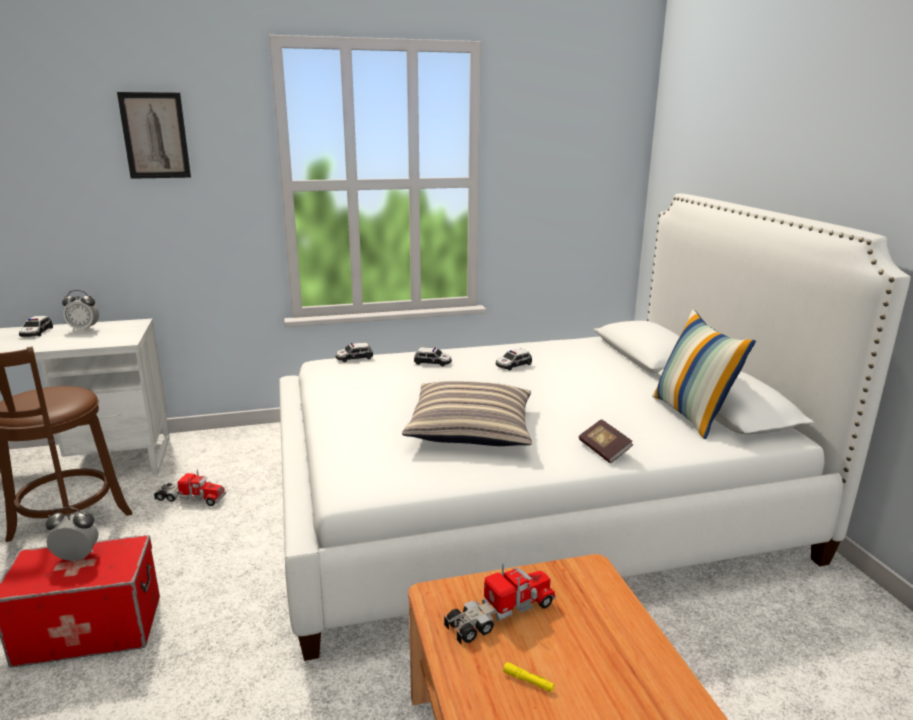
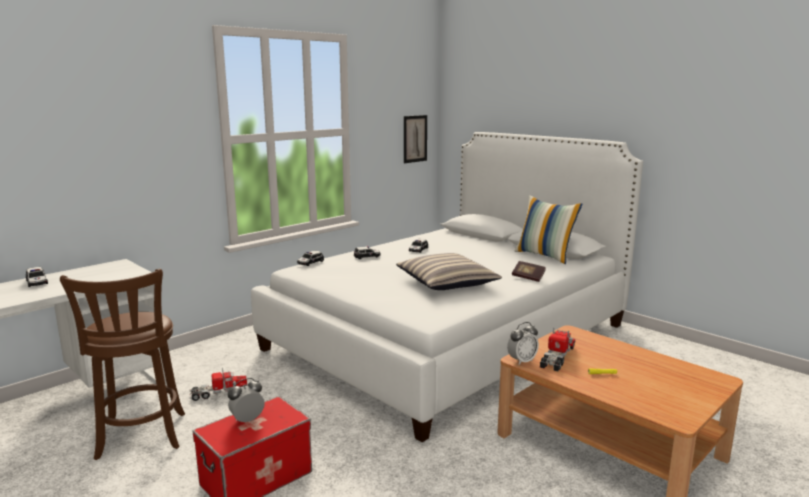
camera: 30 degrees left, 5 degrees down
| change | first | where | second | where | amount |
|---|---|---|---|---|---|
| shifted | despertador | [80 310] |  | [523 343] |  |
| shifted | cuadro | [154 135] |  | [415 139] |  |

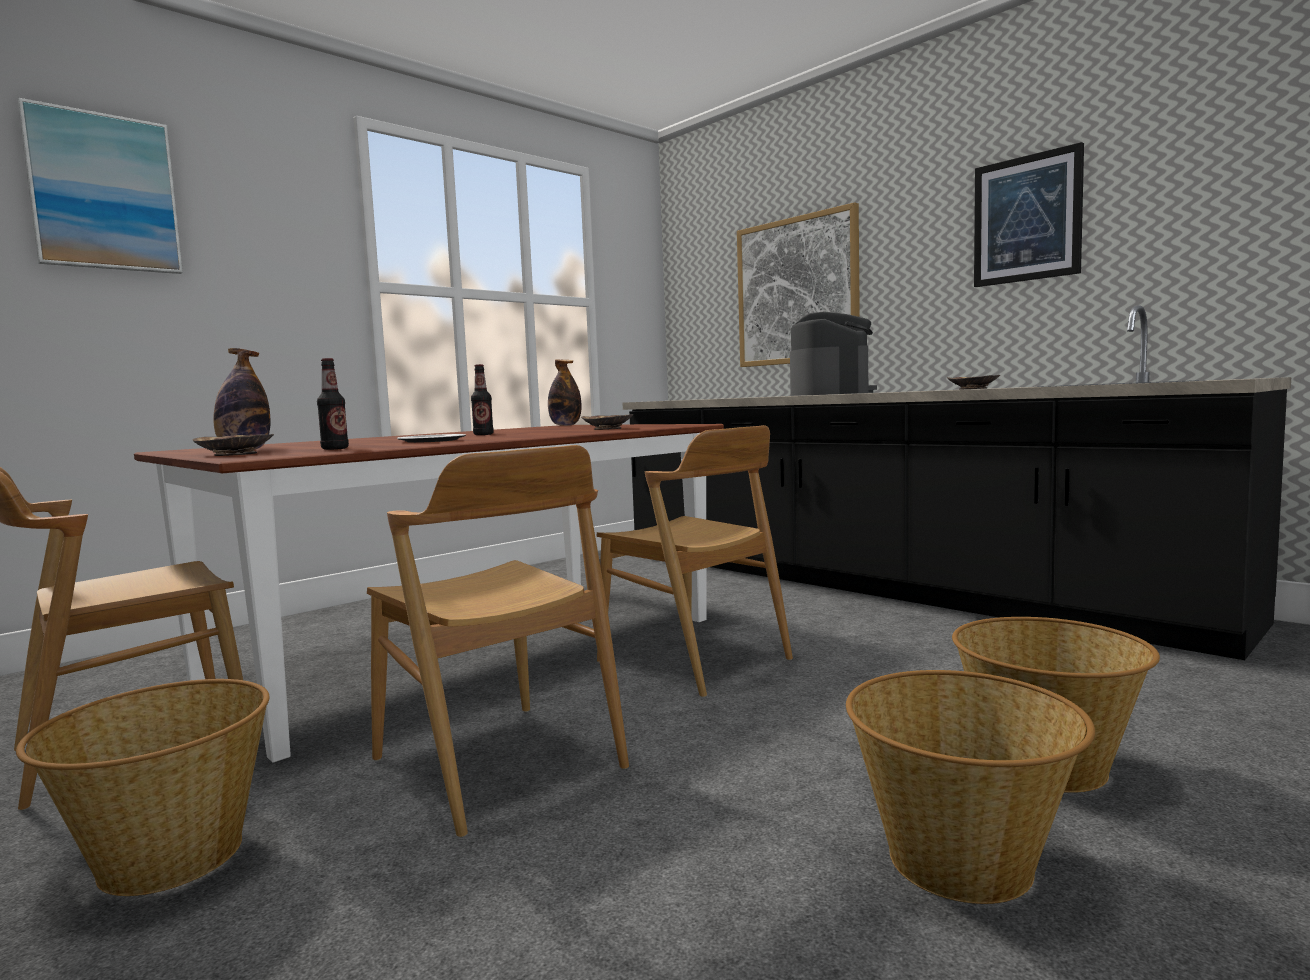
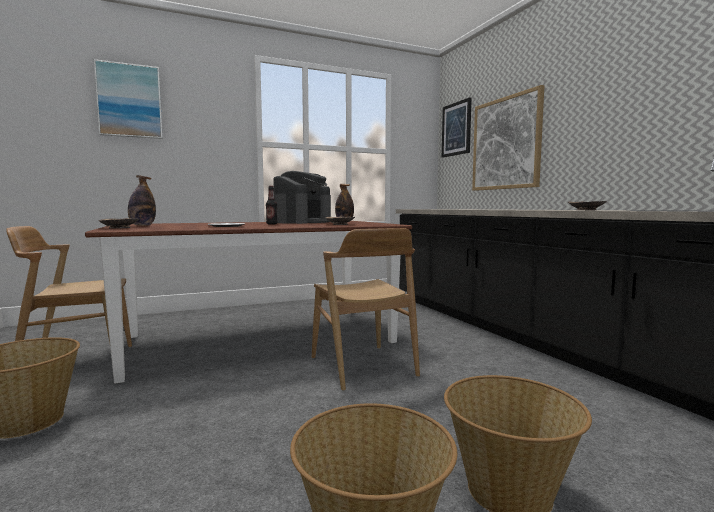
camera: 20 degrees right, 0 degrees up
| change | first | where | second | where | amount |
|---|---|---|---|---|---|
| gone | botella | [333 404] |  |  |  |
| gone | silla [marrón] | [498 641] |  |  |  |
| shifted | cafetera | [833 354] |  | [302 197] |  |
| shifted | cuadro | [1029 214] |  | [457 127] |  |

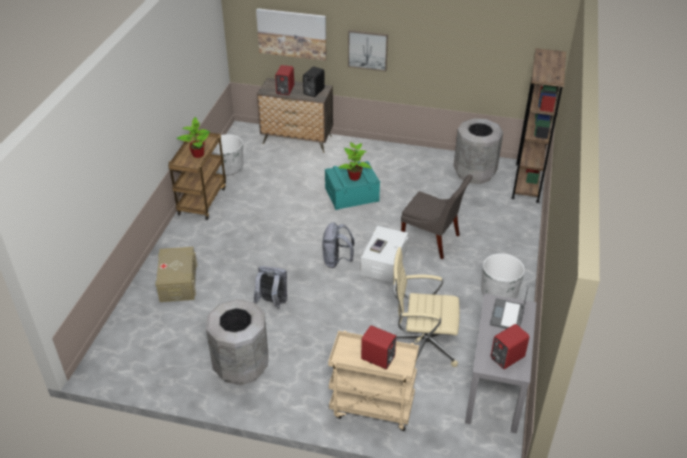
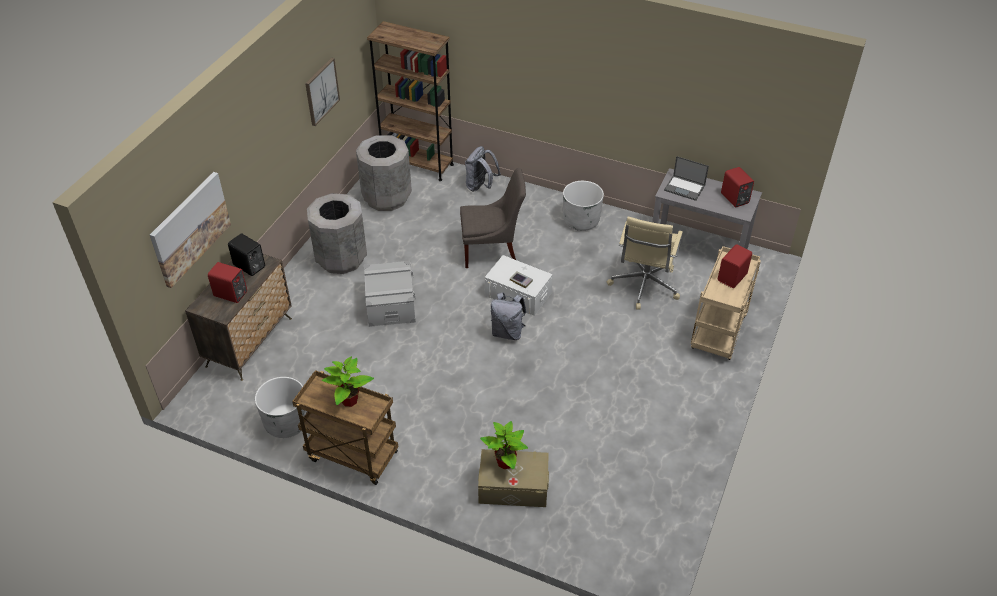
camera: 80 degrees left, 5 degrees up
| change | first | where | second | where | amount |
|---|---|---|---|---|---|
| shifted | papelera [gris] | [237 342] |  | [337 233] |  |
| shifted | mochila [gris] | [270 287] |  | [483 169] |  |
| shifted | planta en maceta | [355 161] |  | [504 445] |  |
| shifted | cuadro | [368 50] |  | [322 92] |  |
| repainted | caja de almacenaje [turquesa] | [352 185] | caja de almacenaje [gris] | [390 293] |  |
| rotated | silla [gris] | [437 216] |  | [493 218] | 45 degrees clockwise |

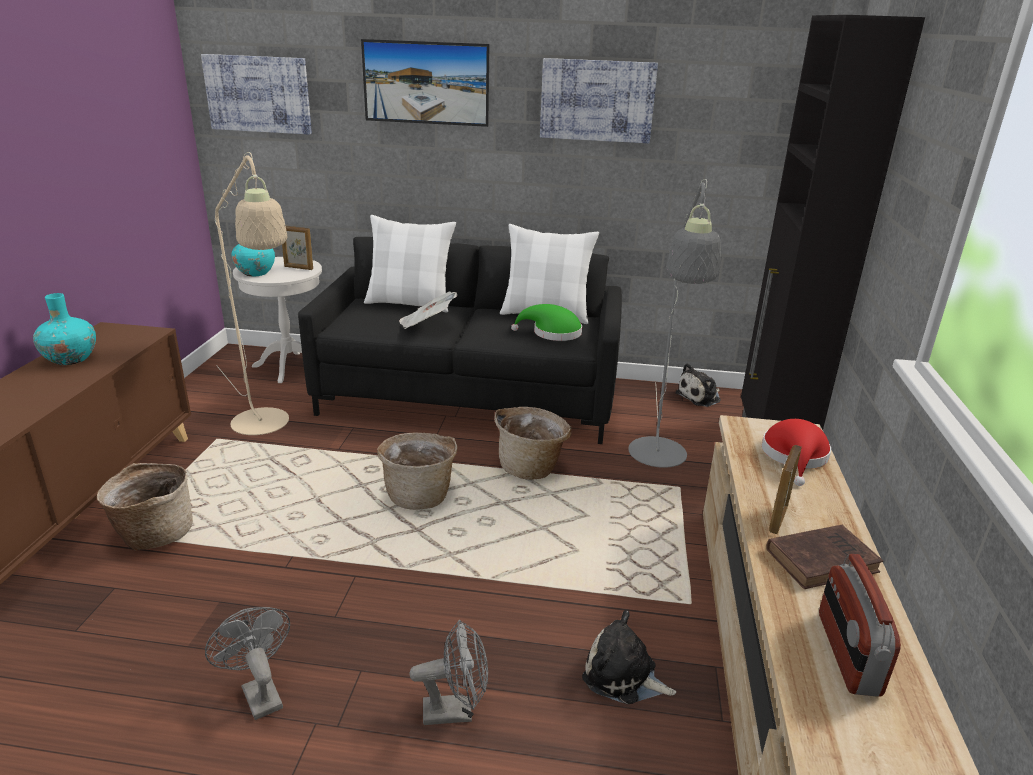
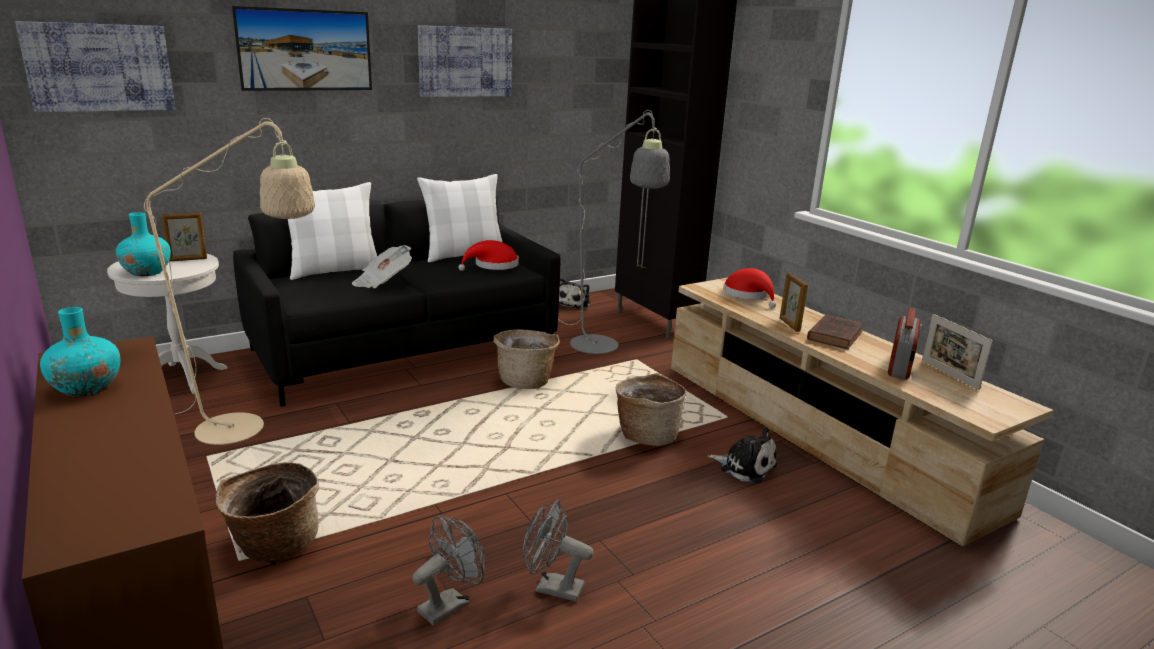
camera: 40 degrees left, 5 degrees down
| change | first | where | second | where | amount |
|---|---|---|---|---|---|
| new |  |  | portarretratos | [957 352] |  |
| shifted | cesta | [417 471] |  | [651 409] |  |
| shifted | ventilador [gris] | [449 672] |  | [448 570] |  |
| repainted | sombrero [verde] | [546 322] | sombrero [rojo] | [488 255] |  |
| rotated | peluche | [629 657] |  | [742 456] | 135 degrees counterclockwise |
| rotated | radio | [860 625] |  | [905 343] | 120 degrees counterclockwise |

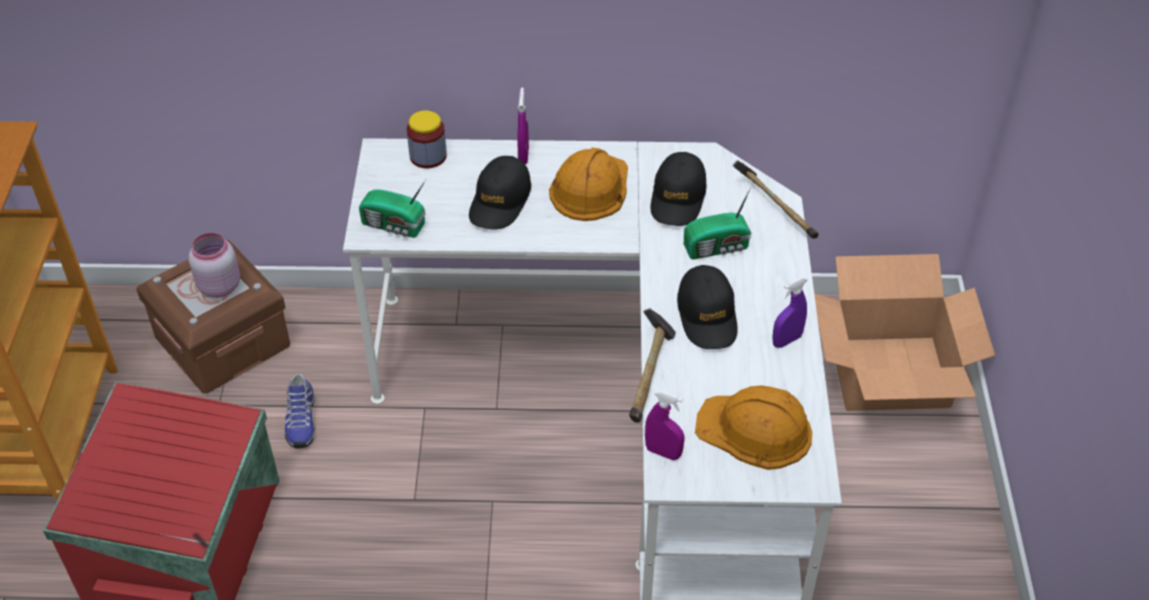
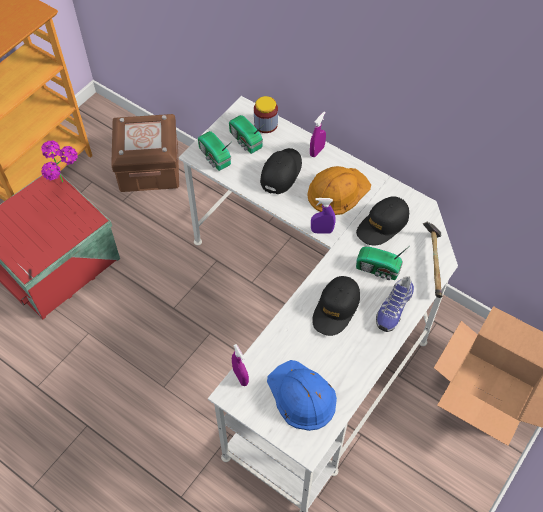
camera: 35 degrees right, 10 degrees up
| change | first | where | second | where | amount |
|---|---|---|---|---|---|
| gone | tarro [rosa] | [214 265] |  |  |  |
| gone | martillo | [652 365] |  |  |  |
| new |  |  | planta en maceta | [59 161] |  |
| new |  |  | radio | [246 134] |  |
| shifted | zapato | [300 410] |  | [395 304] |  |
| shifted | pulverizador [morado] | [789 312] |  | [323 216] |  |
| repainted | casco [naranja] | [753 428] | casco [azul] | [302 395] |  |
| rotated | gorra [negro] | [500 193] |  | [281 171] | 150 degrees clockwise |

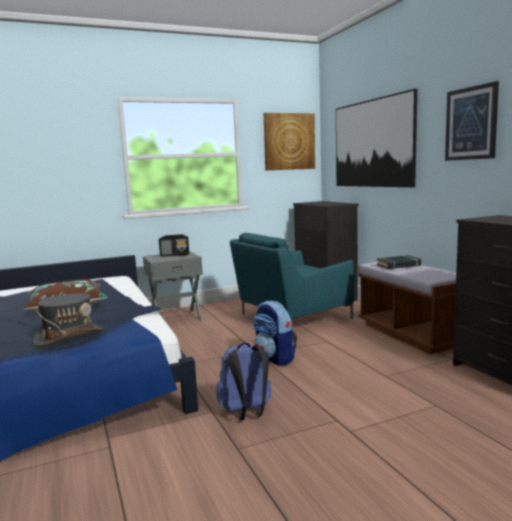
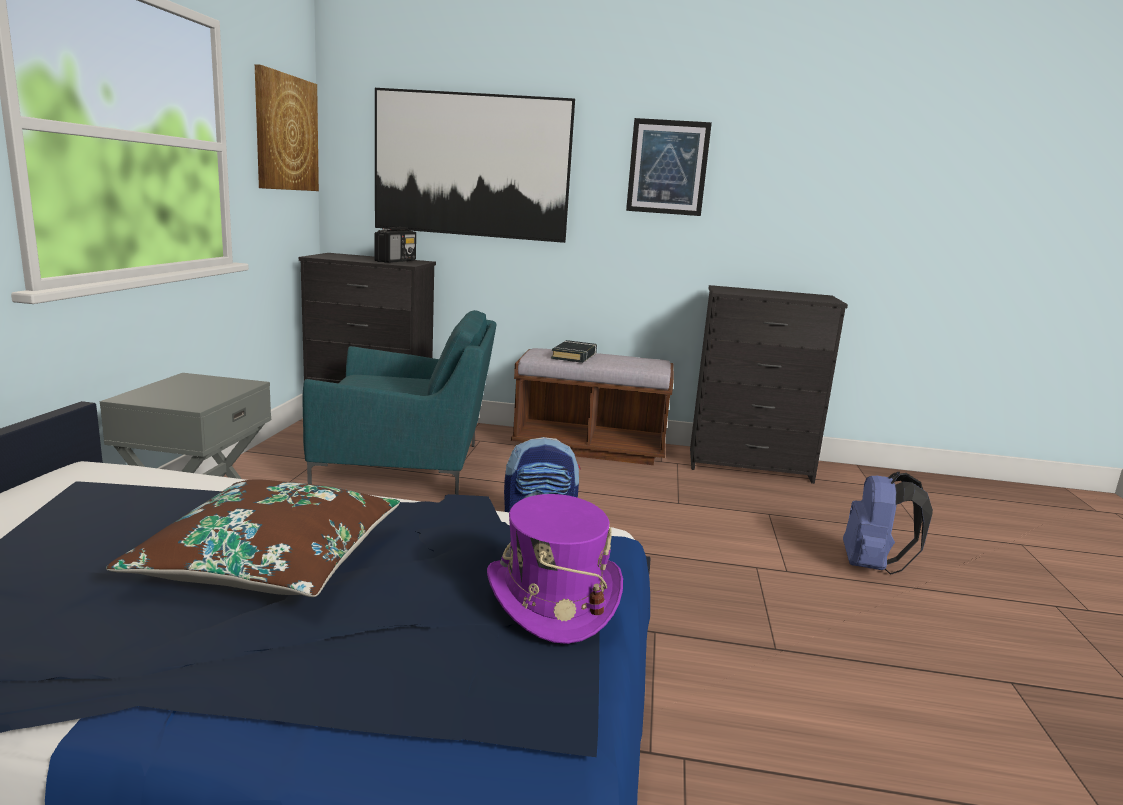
camera: 60 degrees left, 5 degrees up
| change | first | where | second | where | amount |
|---|---|---|---|---|---|
| shifted | radio | [174 245] |  | [395 245] |  |
| shifted | mochila [azul] | [244 381] |  | [888 523] |  |
| repainted | sombrero [gris] | [68 320] | sombrero [morado] | [555 569] |  |
| rotated | sillón [turquesa] | [292 277] |  | [400 402] | 90 degrees counterclockwise |

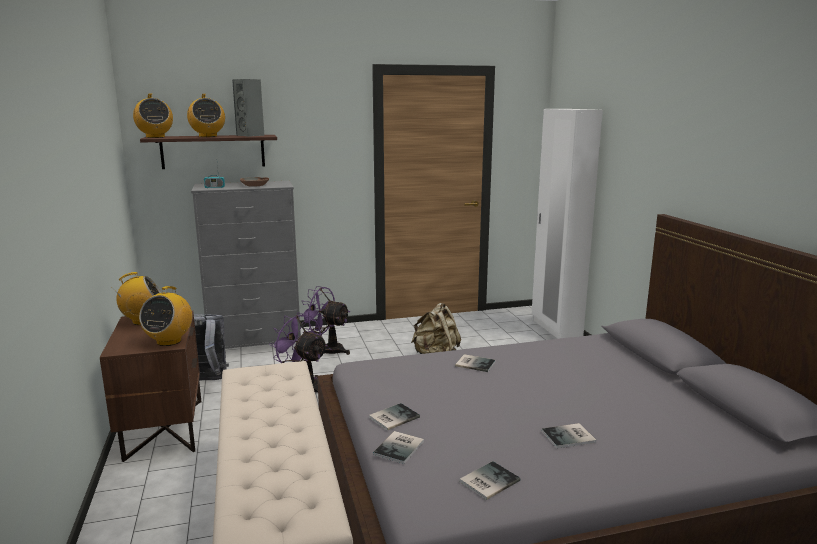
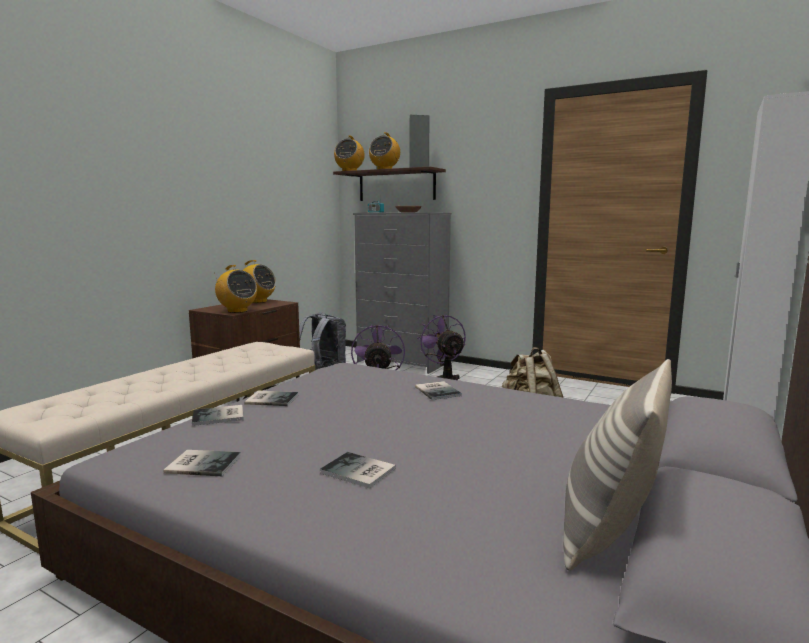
camera: 45 degrees right, 5 degrees down
| change | first | where | second | where | amount |
|---|---|---|---|---|---|
| new |  |  | cojín | [617 465] |  |
| rotated | radio | [165 316] |  | [235 289] | 105 degrees counterclockwise |

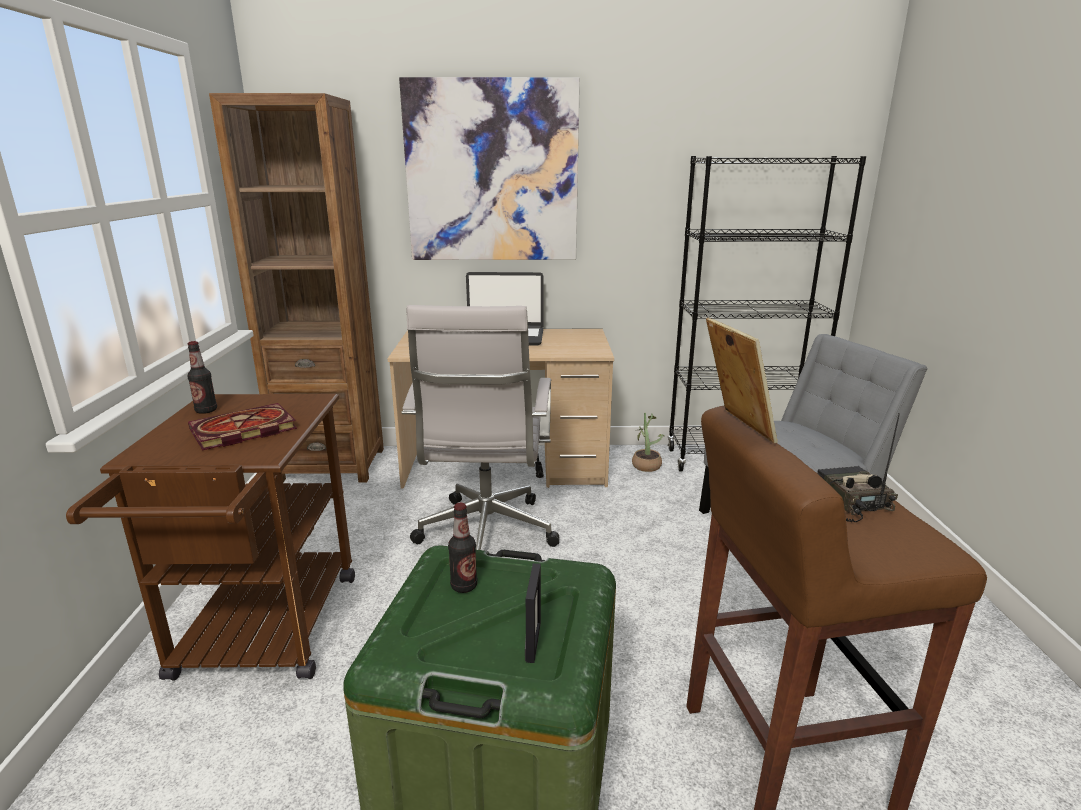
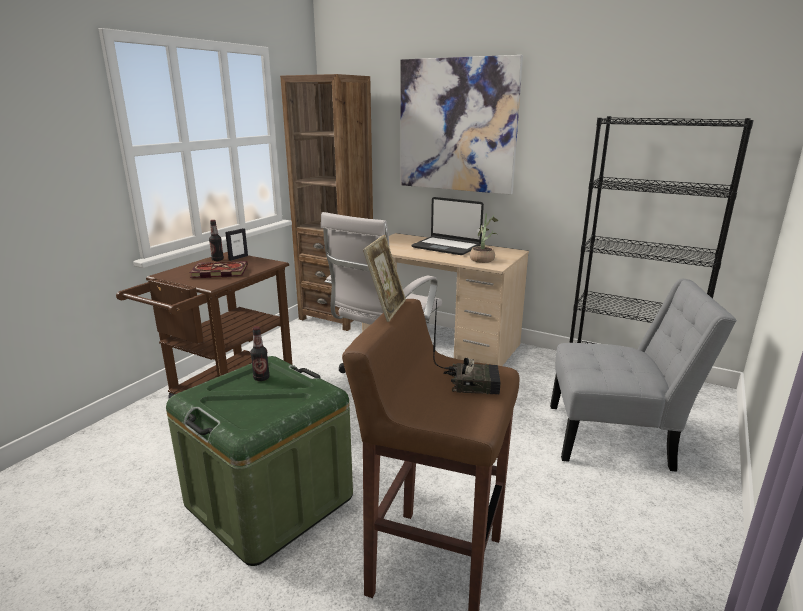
camera: 30 degrees right, 0 degrees up
| change | first | where | second | where | amount |
|---|---|---|---|---|---|
| shifted | portarretratos | [533 613] |  | [236 244] |  |
| shifted | planta en maceta | [648 442] |  | [484 238] |  |
| rotated | radio | [858 467] |  | [467 346] | 75 degrees clockwise |

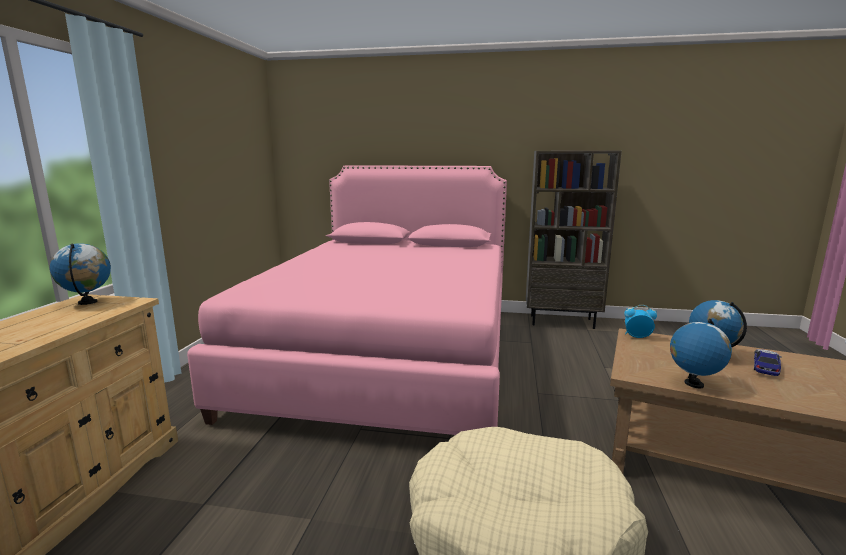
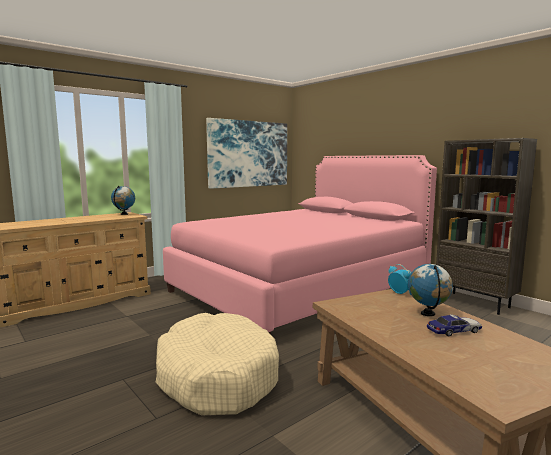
camera: 40 degrees right, 5 degrees down
| change | first | where | second | where | amount |
|---|---|---|---|---|---|
| gone | globo terráqueo | [701 353] |  |  |  |
| new |  |  | cuadro | [246 153] |  |

